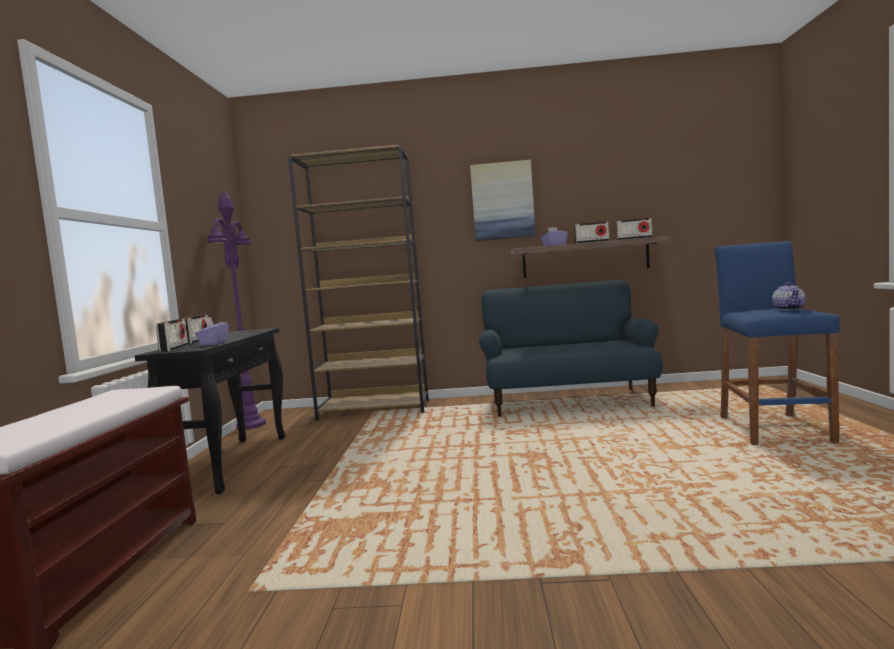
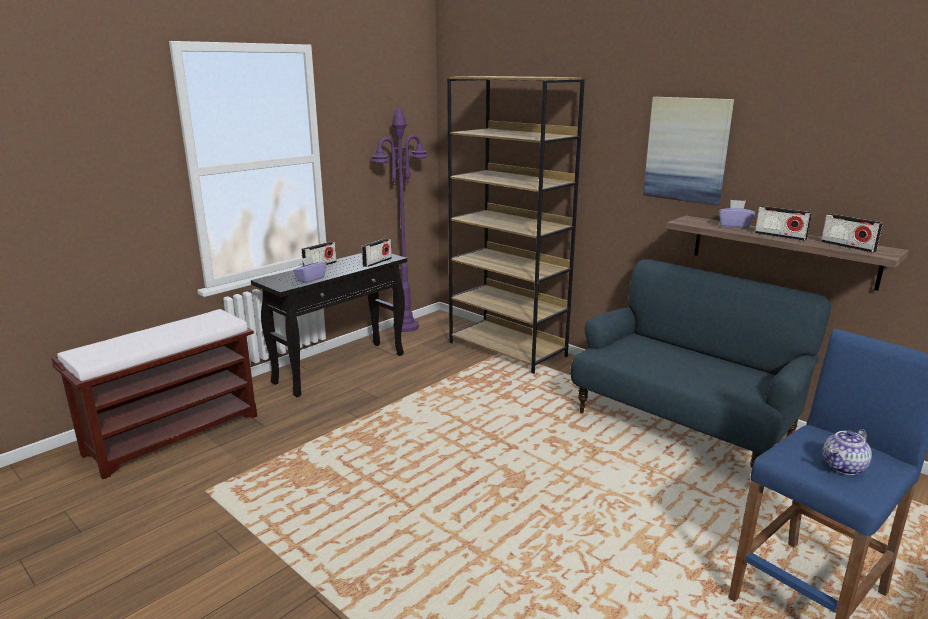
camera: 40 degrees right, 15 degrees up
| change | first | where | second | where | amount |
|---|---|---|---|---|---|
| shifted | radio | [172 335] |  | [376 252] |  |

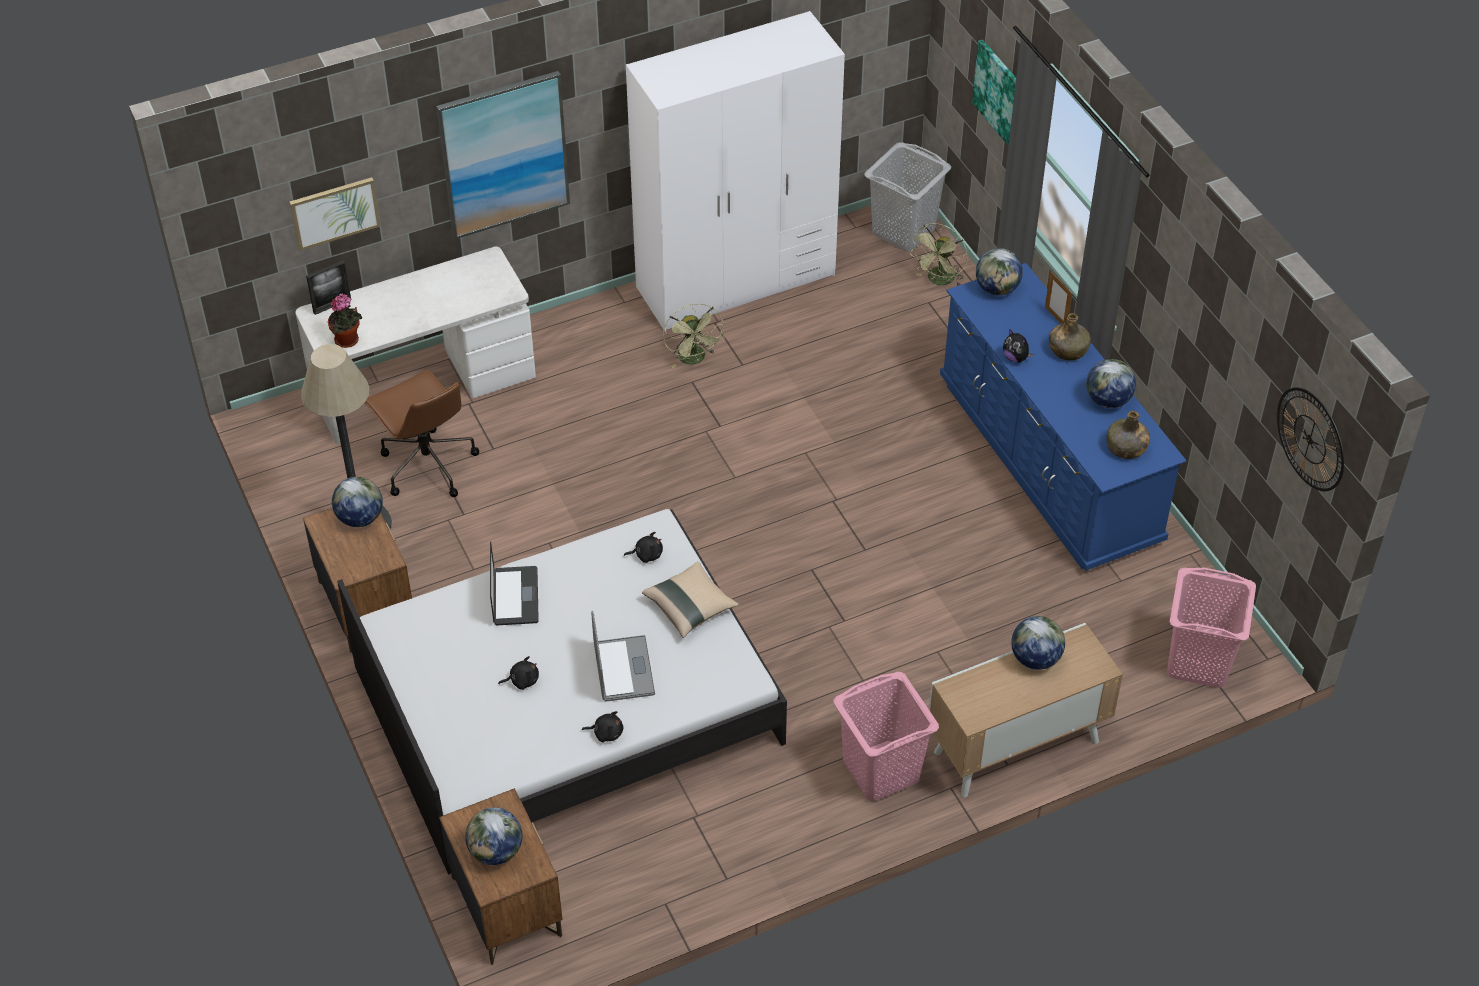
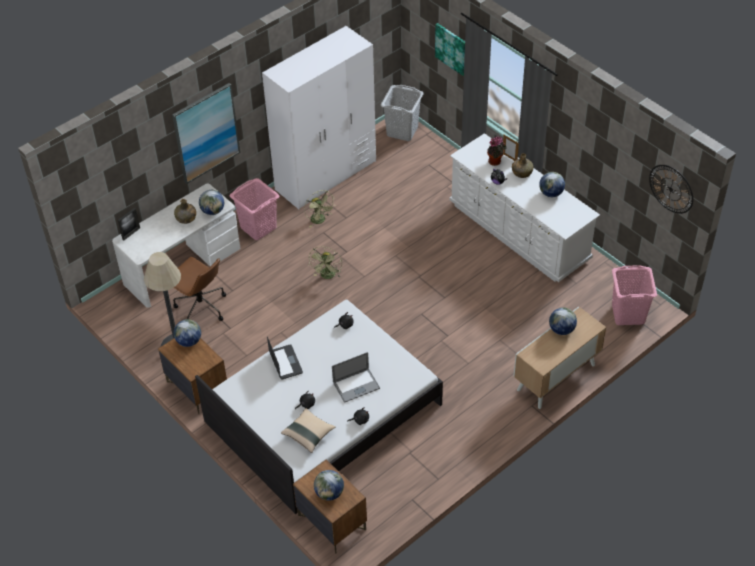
camera: 15 degrees left, 0 degrees up
| change | first | where | second | where | amount |
|---|---|---|---|---|---|
| gone | cuadro | [335 214] |  |  |  |
| shifted | planta en maceta | [345 320] |  | [497 151] |  |
| shifted | cojín [beis] | [690 599] |  | [308 430] |  |
| shifted | cesto de la ropa [rosa] | [886 736] |  | [254 209] |  |
| shifted | ventilador [verde] | [938 254] |  | [325 263] |  |
| shifted | globo terráqueo | [999 272] |  | [211 202] |  |
| shifted | botella [verde] | [1128 435] |  | [185 211] |  |
| repainted | cómoda [azul] | [1063 417] | cómoda [blanco] | [525 207] |  |
| rotated | portátil | [623 656] |  | [356 377] | 90 degrees clockwise |

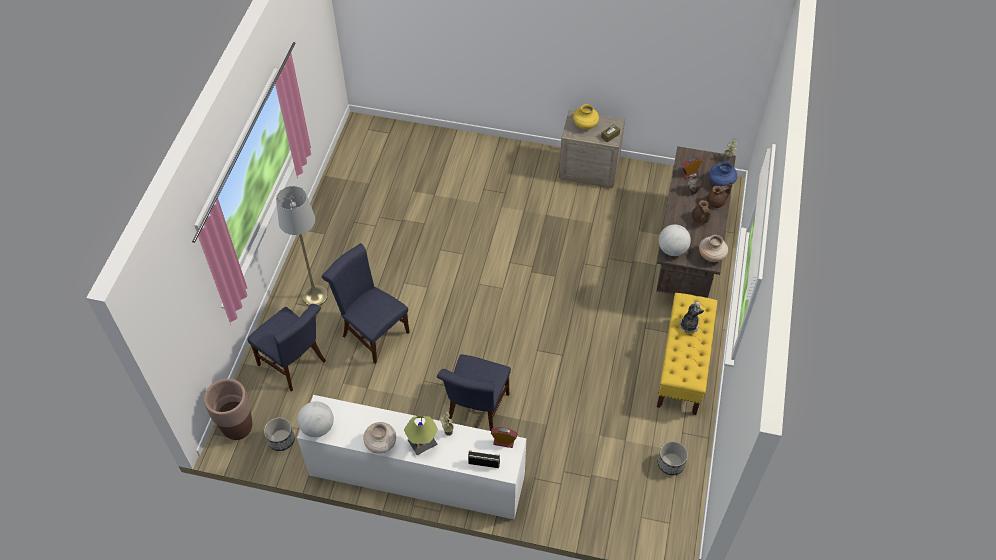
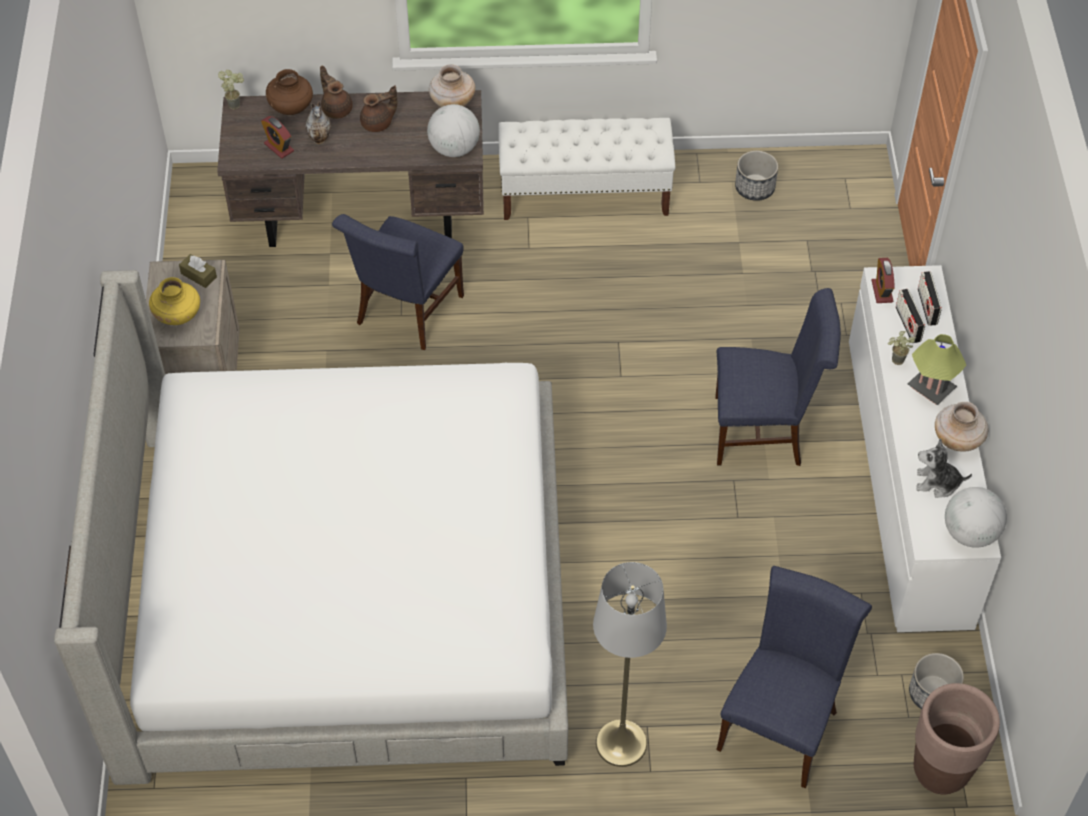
camera: 105 degrees left, 0 degrees up
| change | first | where | second | where | amount |
|---|---|---|---|---|---|
| new |  |  | cama | [311 527] |  |
| new |  |  | radio | [910 316] |  |
| shifted | silla [azul] | [365 303] |  | [398 282] |  |
| shifted | peluche | [691 317] |  | [944 468] |  |
| repainted | banco [amarillo] | [687 354] | banco [blanco] | [586 169] |  |
| repainted | florero [azul] | [723 174] | florero [marrón] | [289 92] |  |

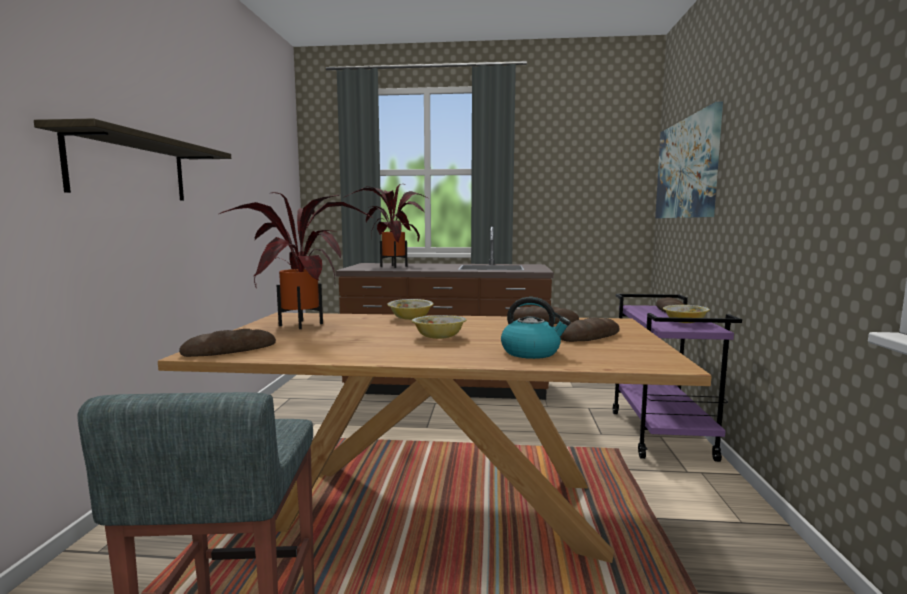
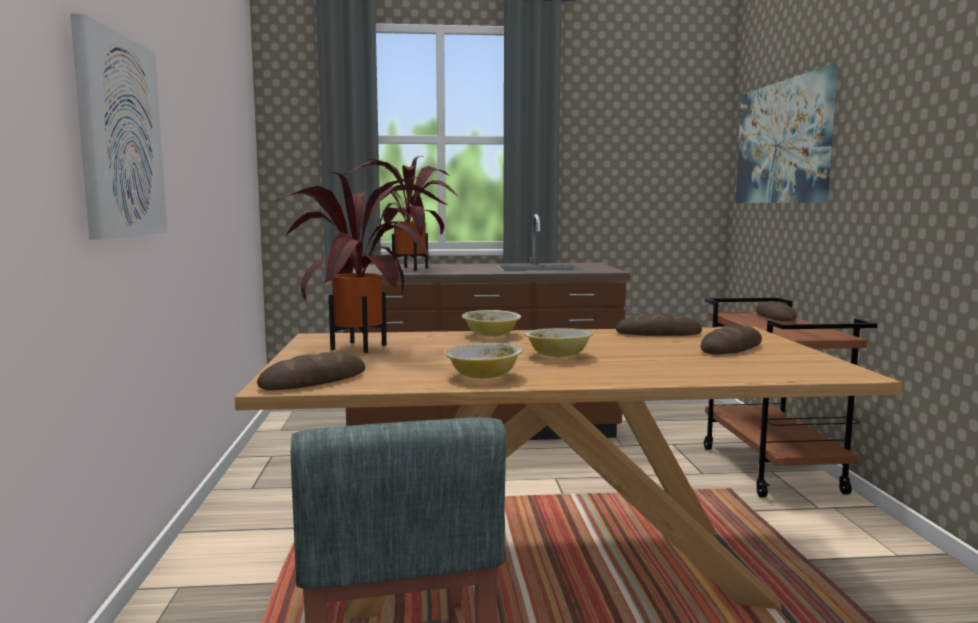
camera: 10 degrees left, 0 degrees up
| change | first | where | second | where | amount |
|---|---|---|---|---|---|
| gone | hervidor | [535 328] |  |  |  |
| shifted | cuenco | [686 314] |  | [484 361] |  |
| swapped | estante | [132 159] | cuadro | [119 126] |  |
| repainted | carrito [morado] | [677 378] | carrito [marrón] | [790 397] |  |

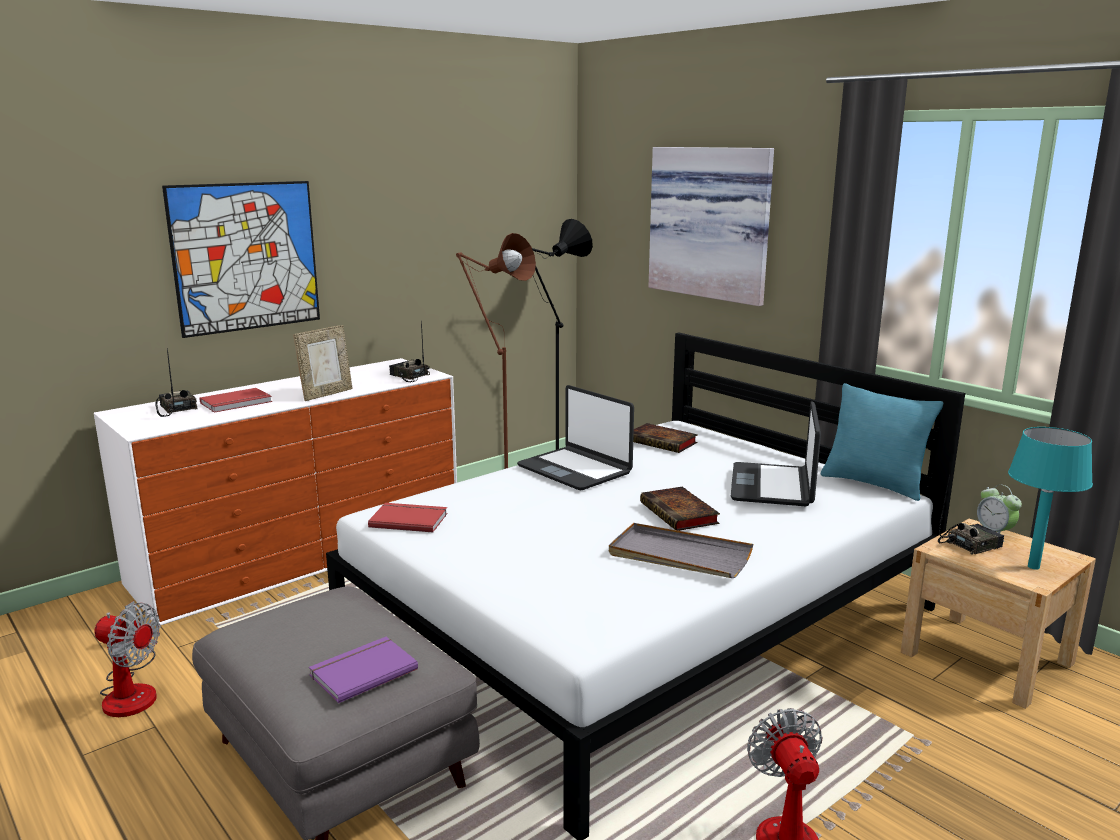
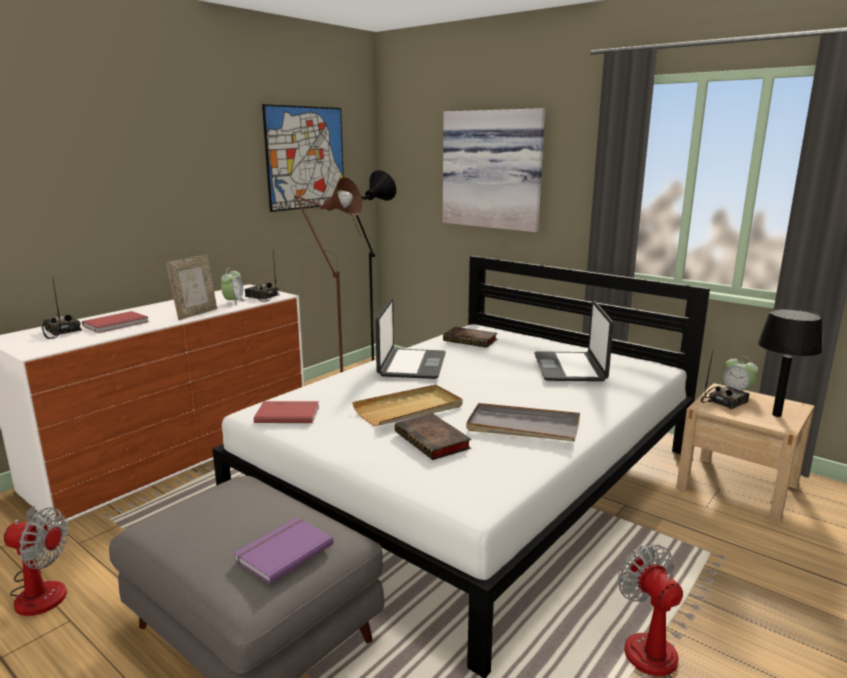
camera: 10 degrees left, 0 degrees up
| change | first | where | second | where | amount |
|---|---|---|---|---|---|
| gone | cojín [turquesa] | [882 442] |  |  |  |
| new |  |  | despertador | [232 287] |  |
| new |  |  | bandeja [beis] | [407 405] |  |
| shifted | cuadro | [241 259] |  | [303 158] |  |
| shifted | libro | [680 509] |  | [433 436] |  |
| repainted | lámpara de mesa [turquesa] | [1050 498] | lámpara de mesa [negro] | [790 363] |  |
| rotated | portátil | [575 437] |  | [410 338] | 120 degrees counterclockwise |

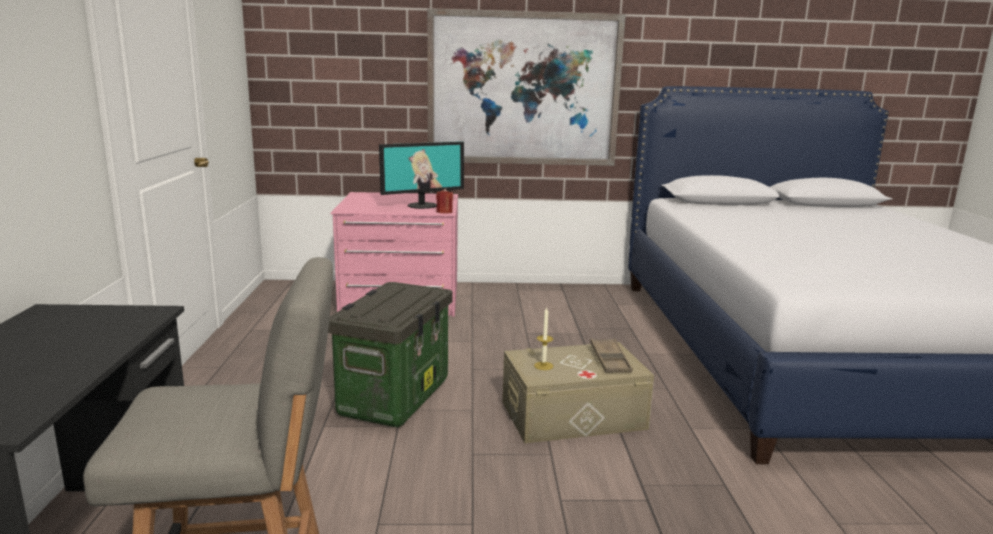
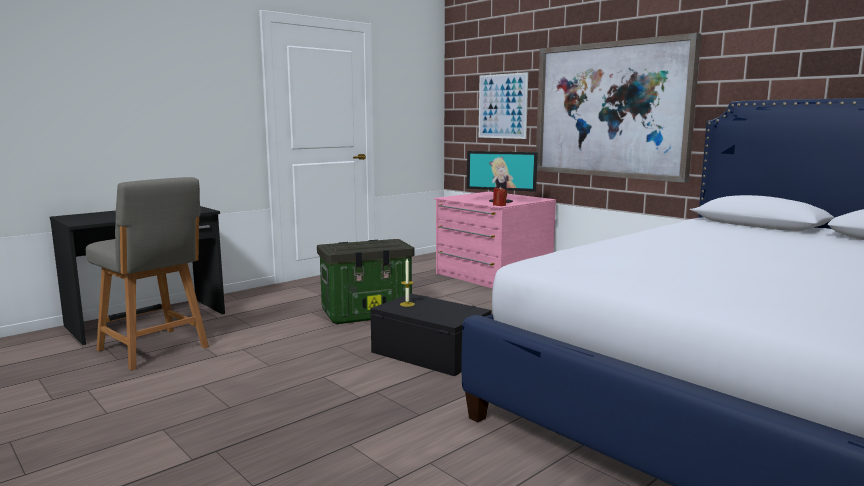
camera: 50 degrees right, 5 degrees down
| change | first | where | second | where | amount |
|---|---|---|---|---|---|
| gone | bandeja [marrón] | [611 355] |  |  |  |
| new |  |  | cuadro | [503 105] |  |
| repainted | caja de almacenaje [beis] | [578 392] | caja de almacenaje [negro] | [431 334] |  |

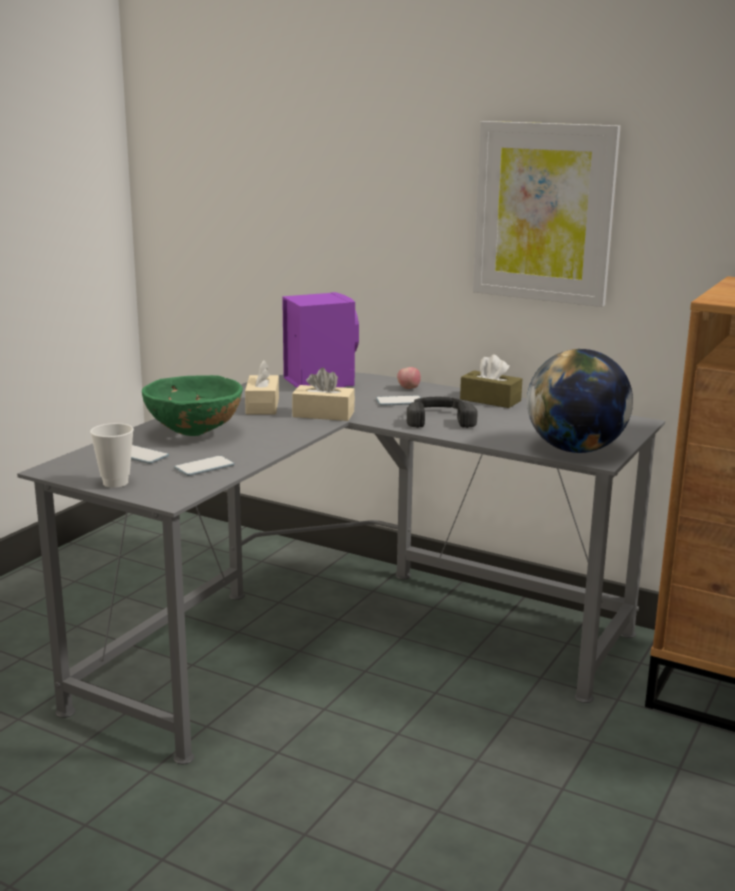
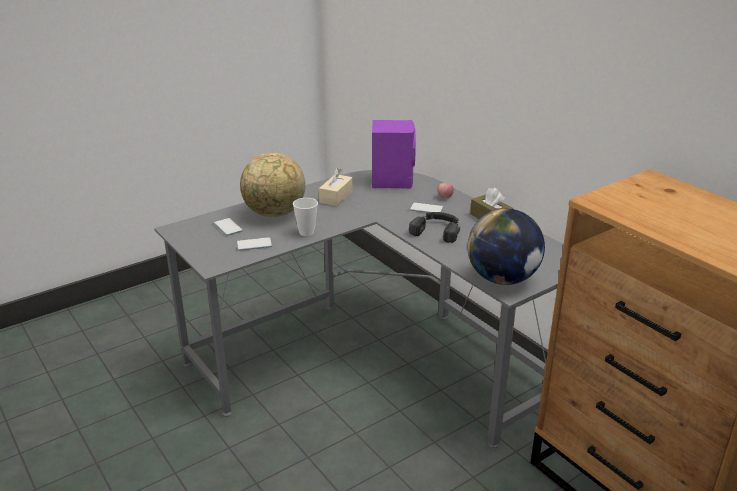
camera: 25 degrees right, 10 degrees up
| change | first | where | second | where | amount |
|---|---|---|---|---|---|
| gone | caja de pañuelos [beis] | [323 394] |  |  |  |
| gone | cuadro | [547 214] |  |  |  |
| shifted | taza | [112 455] |  | [305 217] |  |
| swapped | cuenco [verde] | [192 405] | globo terráqueo | [273 185] |  |

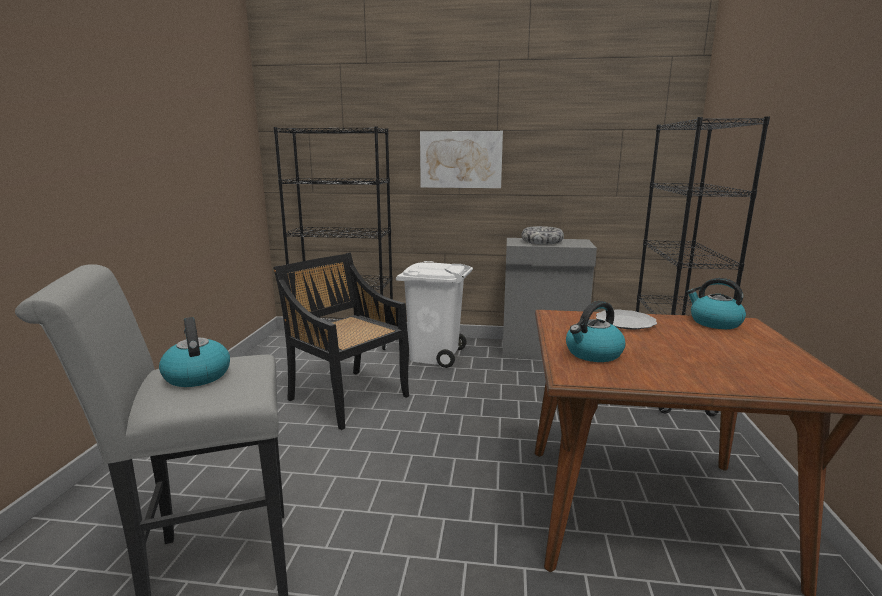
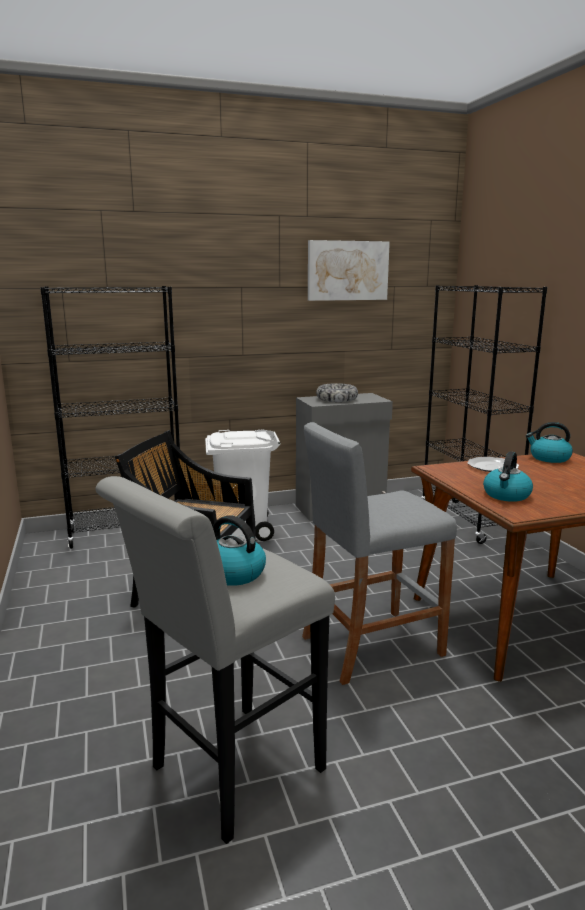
camera: 25 degrees left, 0 degrees up
| change | first | where | second | where | amount |
|---|---|---|---|---|---|
| new |  |  | taburete [gris] | [379 553] |  |
| shifted | cuadro | [461 159] |  | [349 270] |  |

